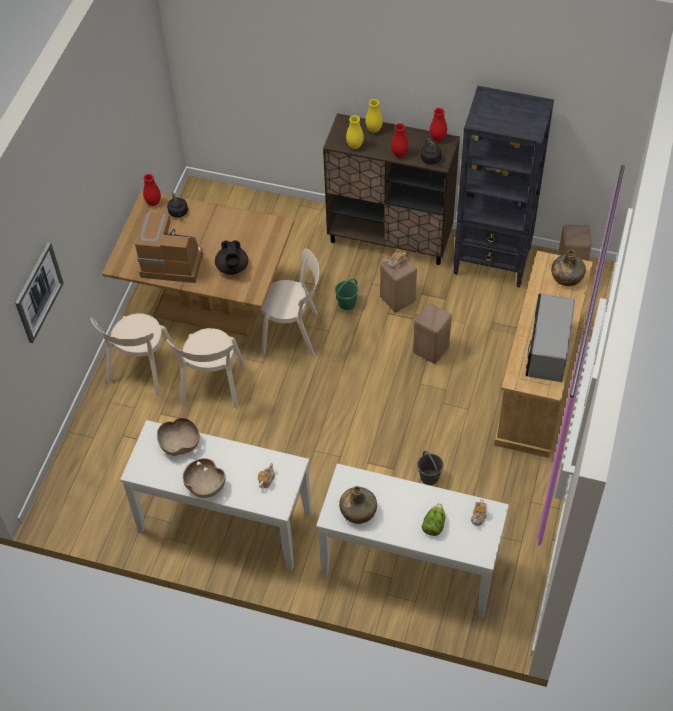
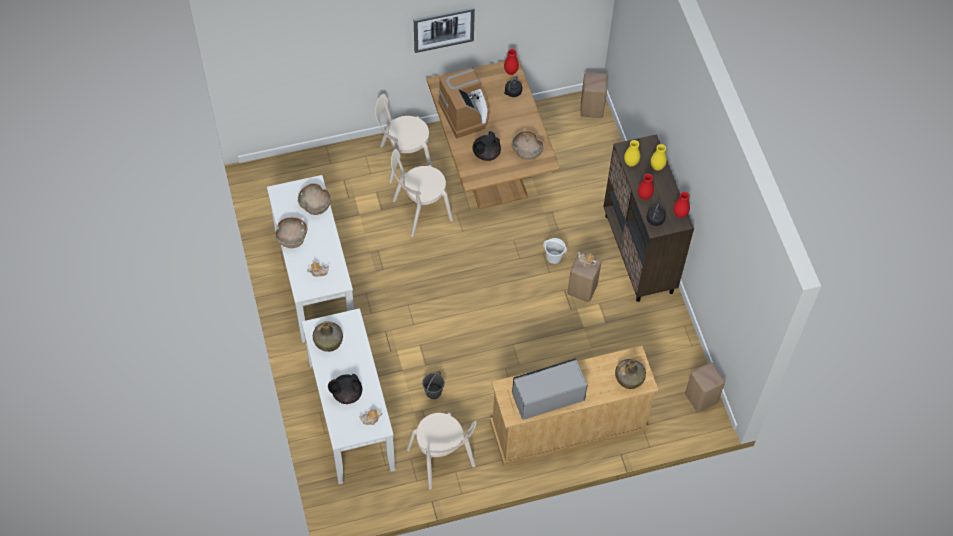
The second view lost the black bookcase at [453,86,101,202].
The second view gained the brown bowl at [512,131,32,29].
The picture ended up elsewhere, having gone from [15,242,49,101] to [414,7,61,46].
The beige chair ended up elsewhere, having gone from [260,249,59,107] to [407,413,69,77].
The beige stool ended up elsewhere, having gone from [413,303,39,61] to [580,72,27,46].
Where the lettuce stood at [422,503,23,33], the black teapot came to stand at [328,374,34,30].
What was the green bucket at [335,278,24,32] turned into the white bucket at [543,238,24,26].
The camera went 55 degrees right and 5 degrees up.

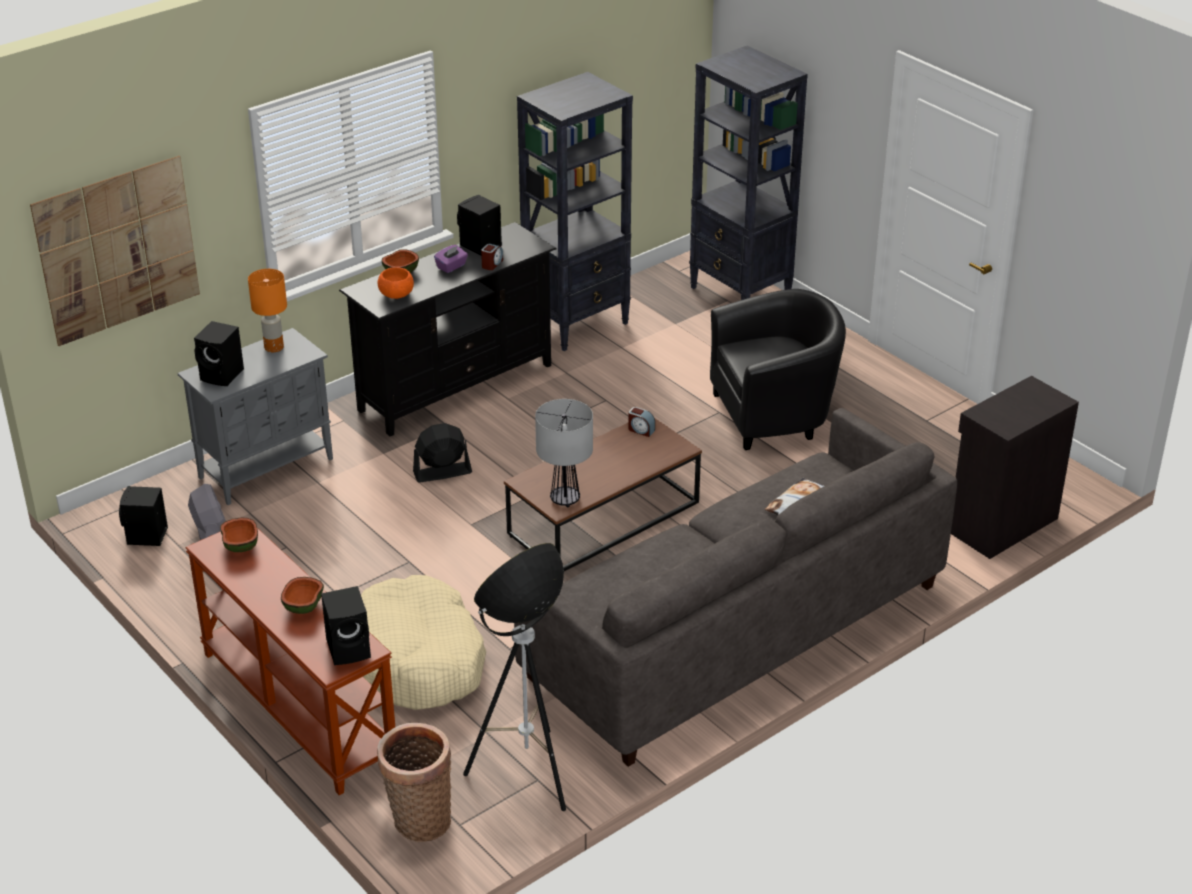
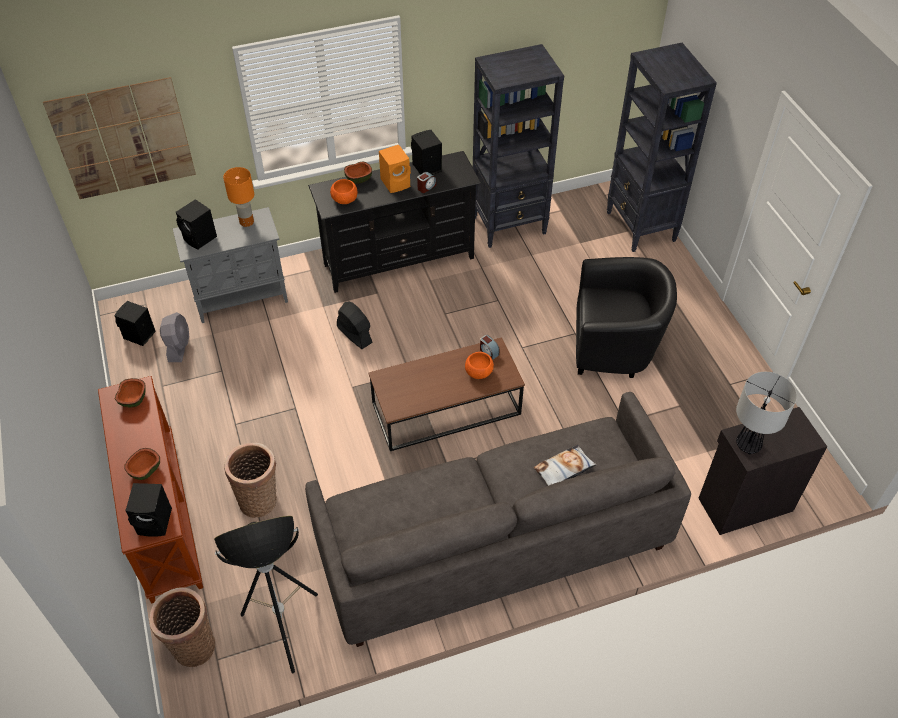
The second view gained the orange bowl at [465,352,29,27].
The table lamp ended up elsewhere, having gone from [535,399,58,108] to [736,372,61,82].
Where the beige dog bed stood at [361,575,125,135], the basket came to stand at [224,443,53,75].
Where the purple tissue box stood at [434,245,34,28], the orange speaker came to stand at [379,145,32,48].
The black fan at [413,423,59,59] ended up facing another way, 45 degrees clockwise from before.
The camera went 20 degrees right and 15 degrees up.

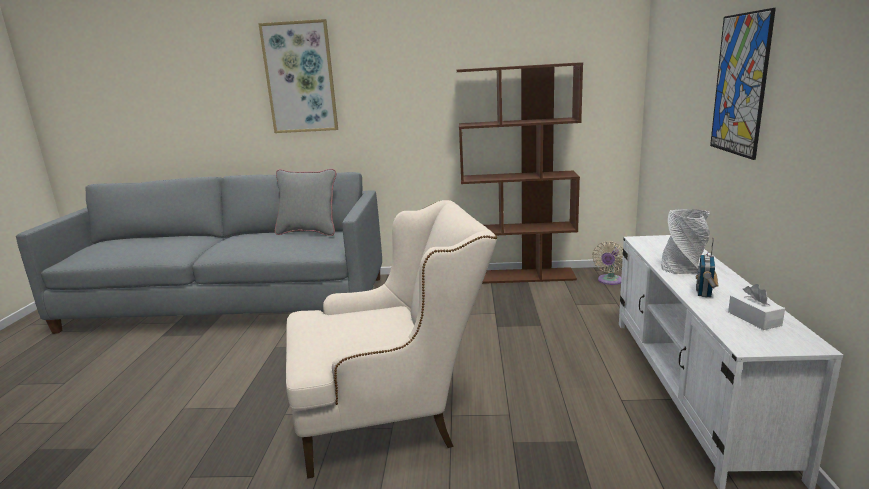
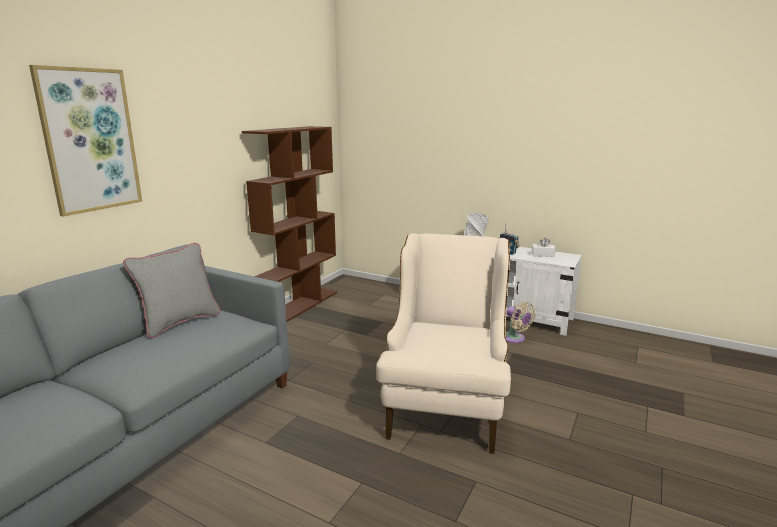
The second view lost the picture at [710,8,66,152].
The beige fan ended up elsewhere, having gone from [592,241,31,44] to [506,302,29,41].
The camera went 65 degrees left and 0 degrees up.

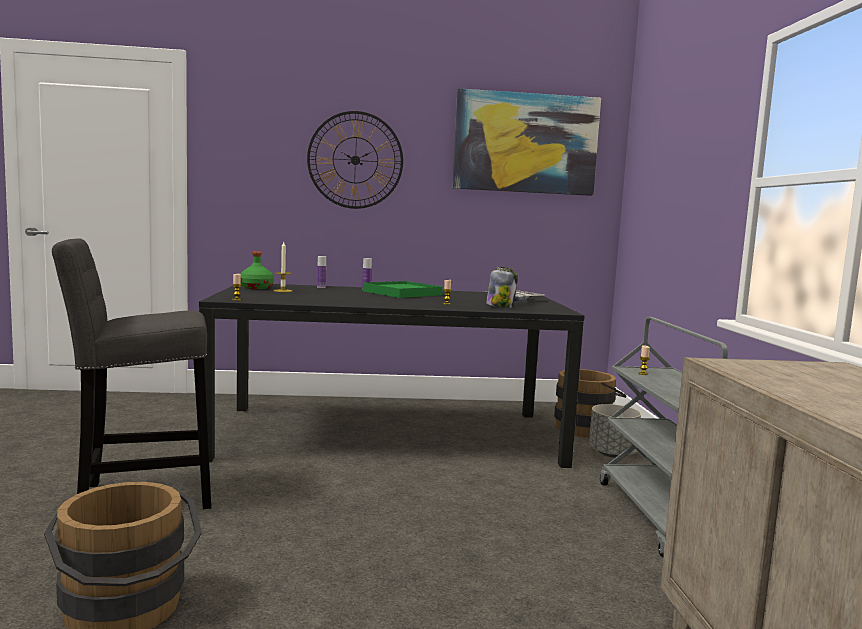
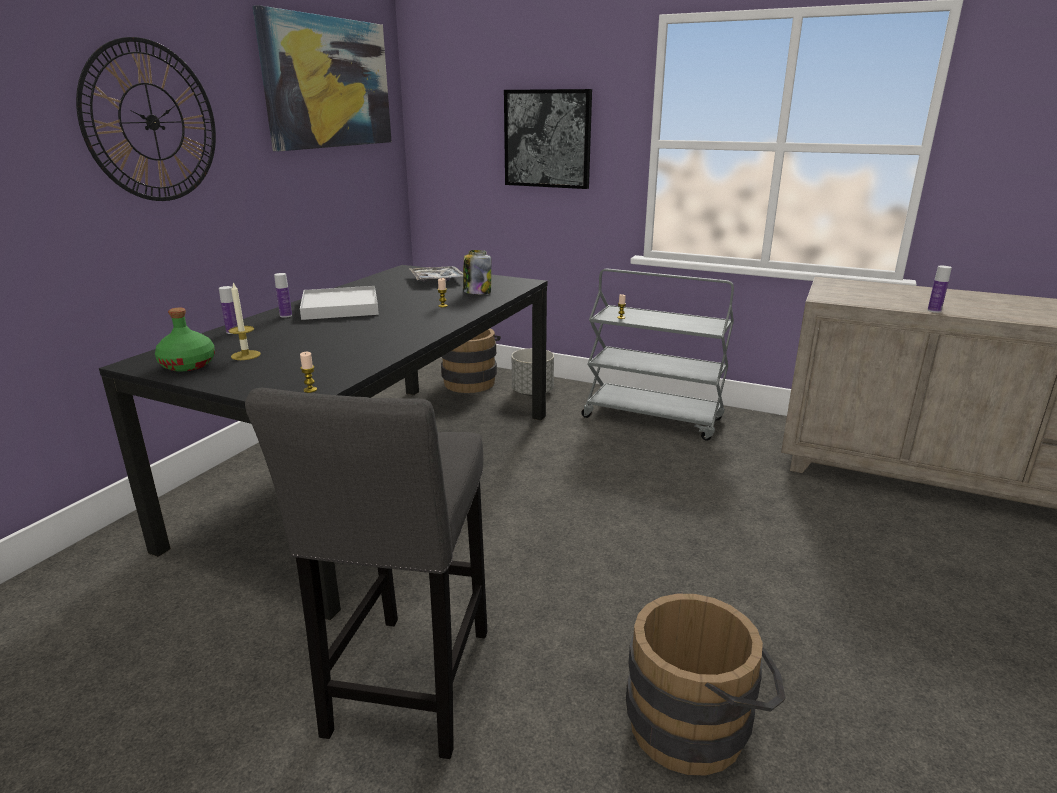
The second view gained the picture at [504,89,88,100].
The second view gained the bottle at [928,266,24,47].
What was the green tray at [363,281,80,17] turned into the white tray at [300,286,79,34].
The camera went 60 degrees left and 15 degrees up.

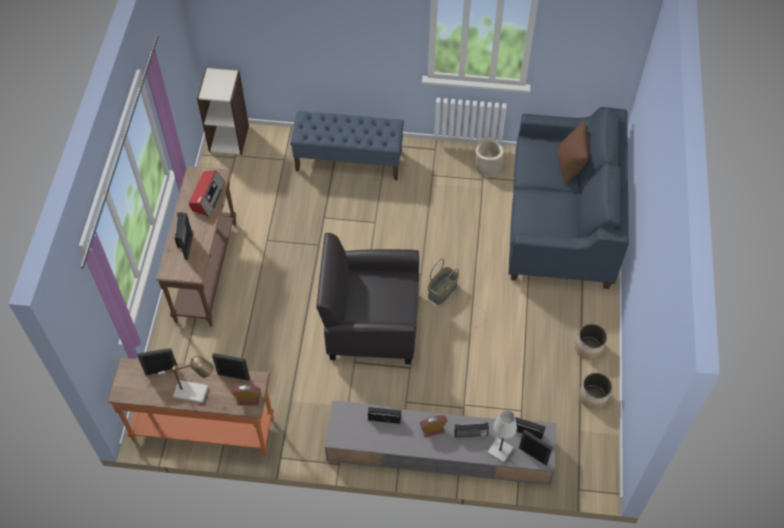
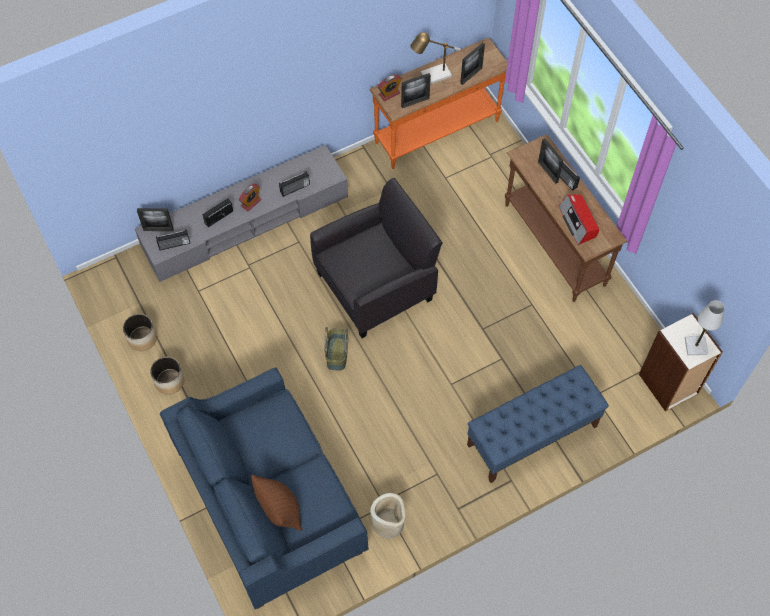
The white table lamp ended up elsewhere, having gone from [487,410,30,53] to [685,300,40,55].
The camera went 145 degrees right and 5 degrees up.

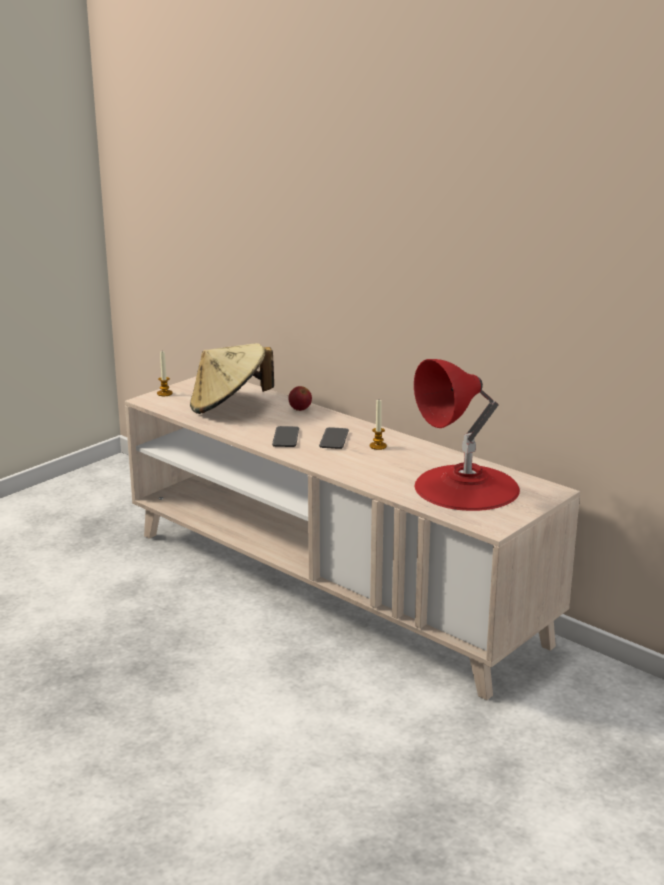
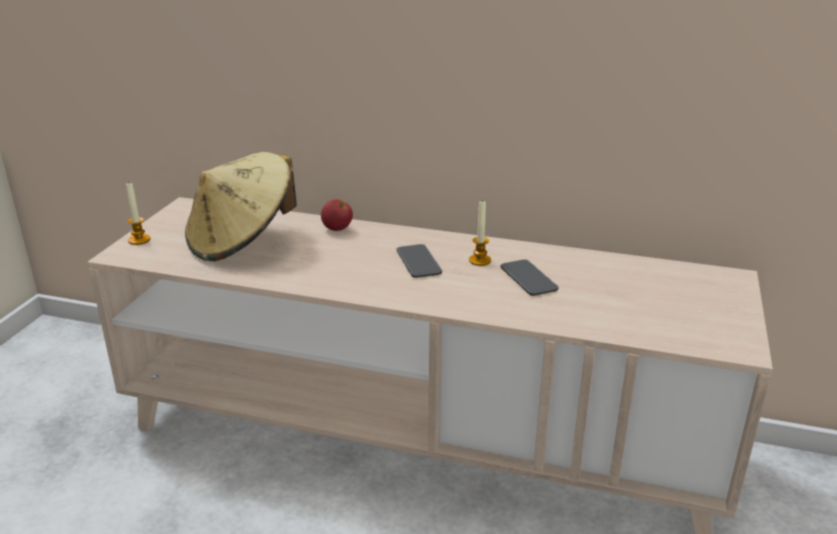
The second view lost the red table lamp at [414,359,106,152].
The phone ended up elsewhere, having gone from [272,426,27,21] to [501,259,58,37].
The camera went 25 degrees left and 5 degrees up.

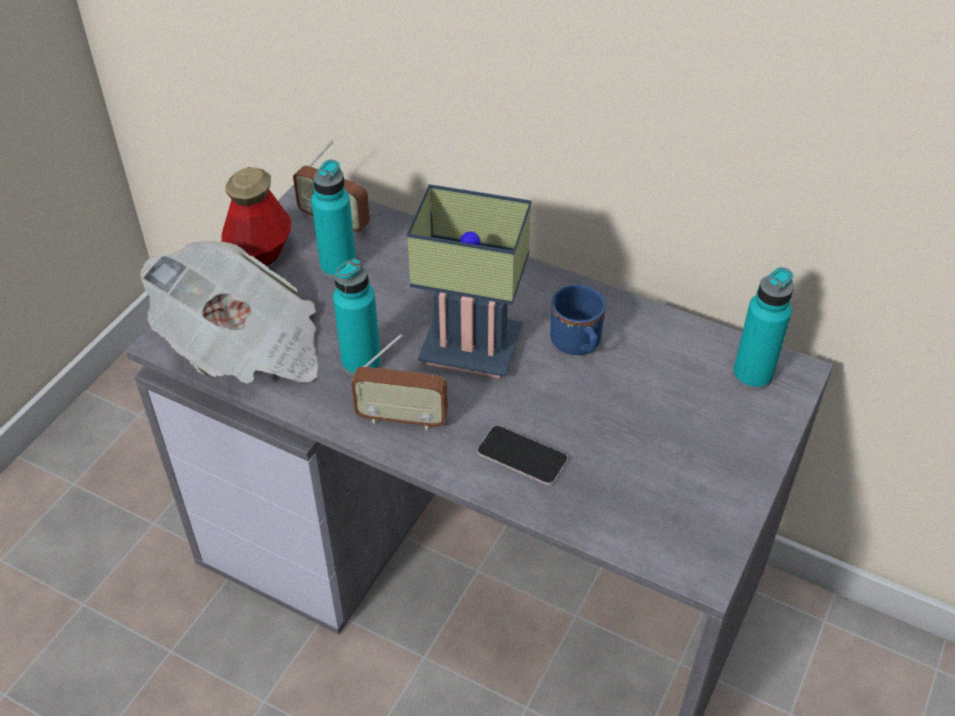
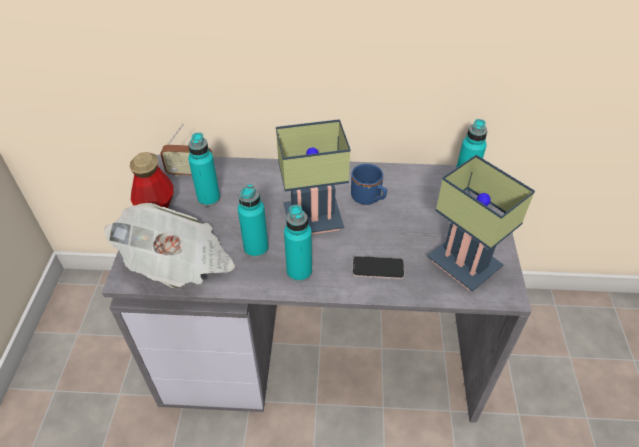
The second view gained the table lamp at [427,155,108,137].
Where the radio stood at [351,334,97,97], the turquoise bottle came to stand at [284,205,28,77].
The camera went 25 degrees left and 0 degrees up.

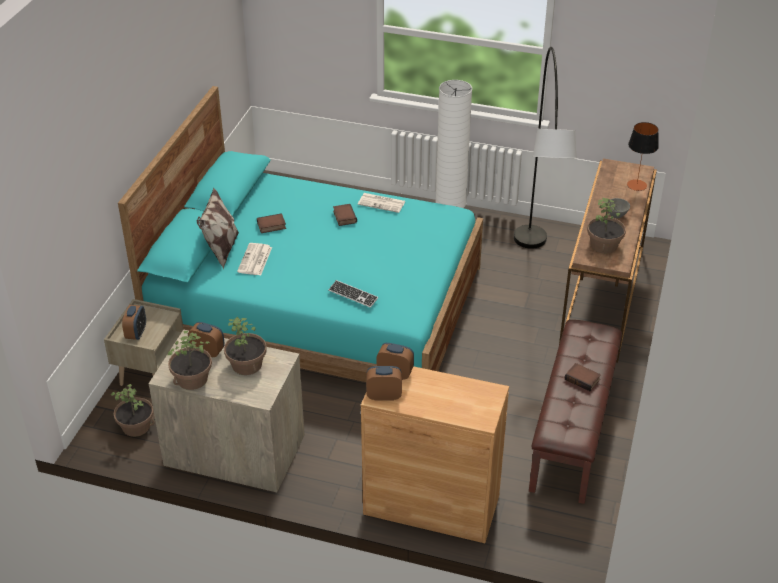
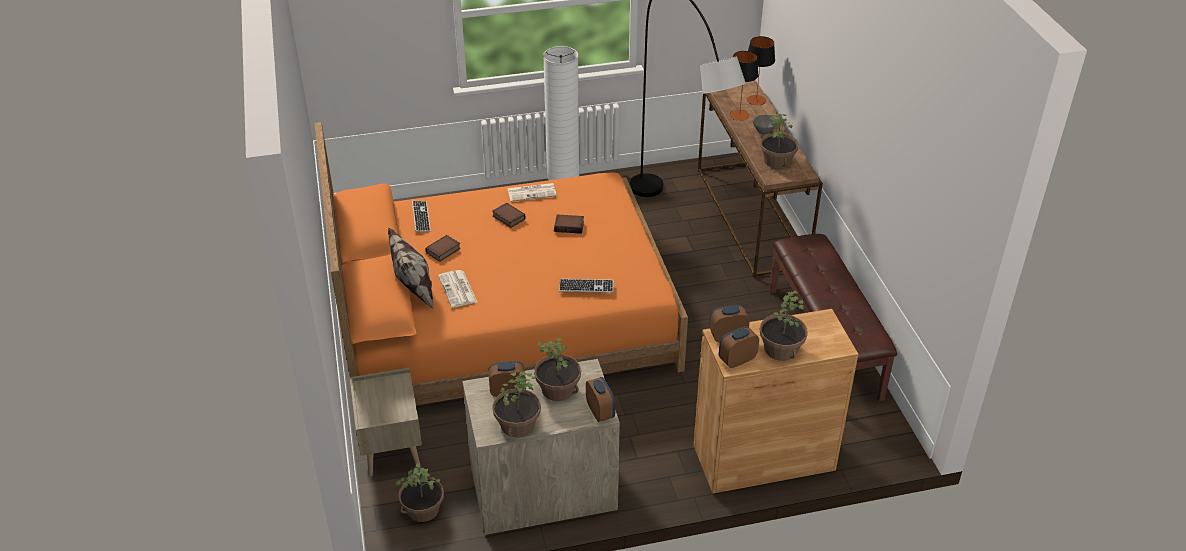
The second view gained the keyboard at [412,201,18,31].
The second view gained the table lamp at [730,51,29,70].
The second view gained the potted plant at [760,290,48,71].
The alarm clock ended up elsewhere, having gone from [122,305,24,35] to [586,377,29,45].
The book ended up elsewhere, having gone from [565,363,36,28] to [554,214,30,20].
What was the turquoise bed at [118,86,365,296] turned into the orange bed at [314,122,374,283].
The camera went 30 degrees left and 0 degrees up.

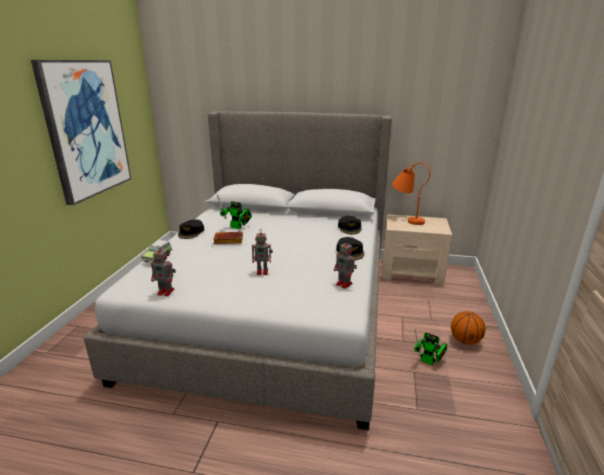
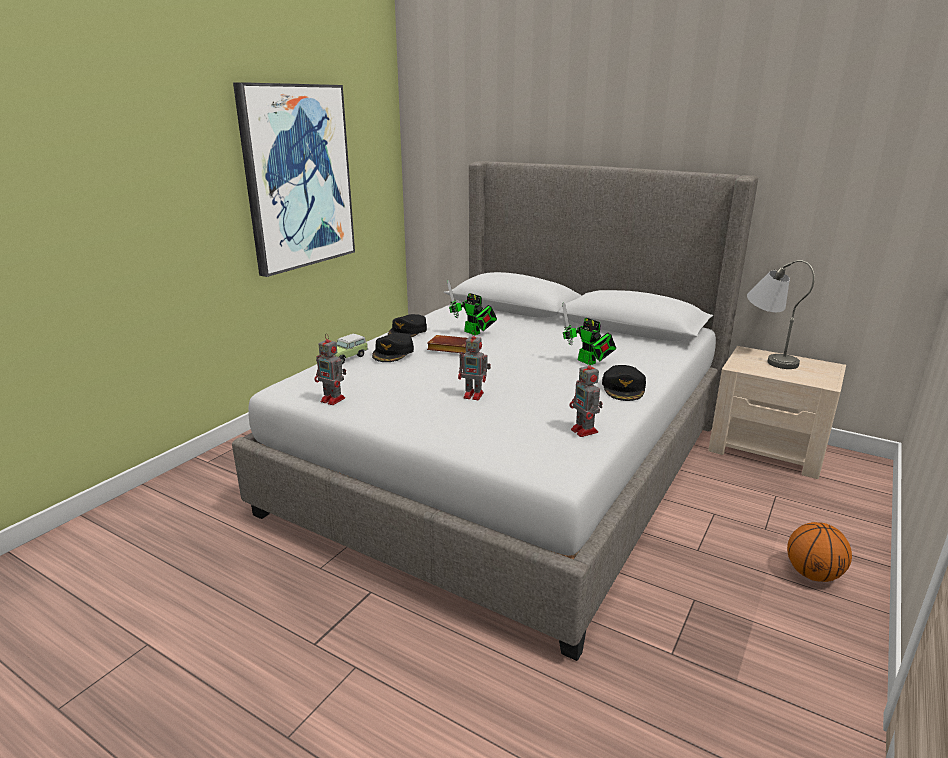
The black cap ended up elsewhere, having gone from [338,216,23,18] to [372,333,42,29].
The toy robot ended up elsewhere, having gone from [414,329,33,36] to [562,302,54,63].
What was the orange table lamp at [392,162,38,63] turned into the grey table lamp at [747,260,68,109].
The camera went 20 degrees right and 0 degrees up.

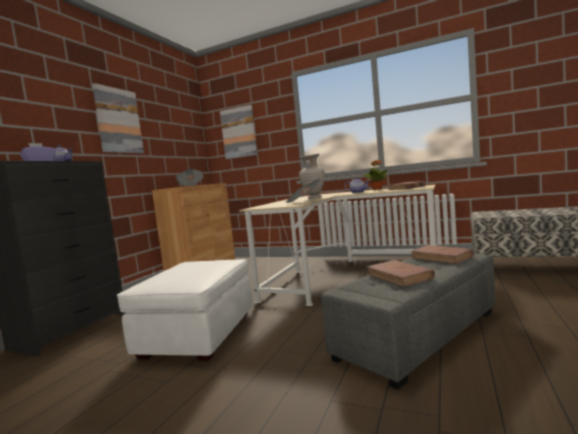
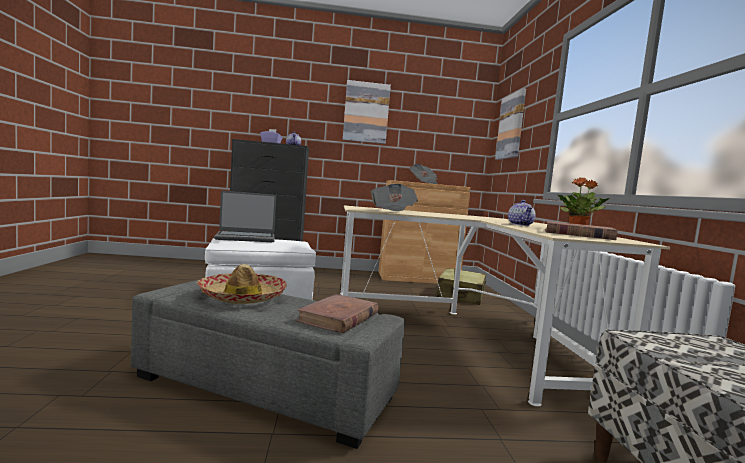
The second view lost the beige vase at [299,154,26,45].
The second view gained the laptop at [214,191,62,51].
The second view gained the beige suitcase at [436,268,50,37].
Where the brown book stood at [366,260,69,27], the hat came to stand at [196,264,91,40].
The camera went 60 degrees right and 0 degrees up.

